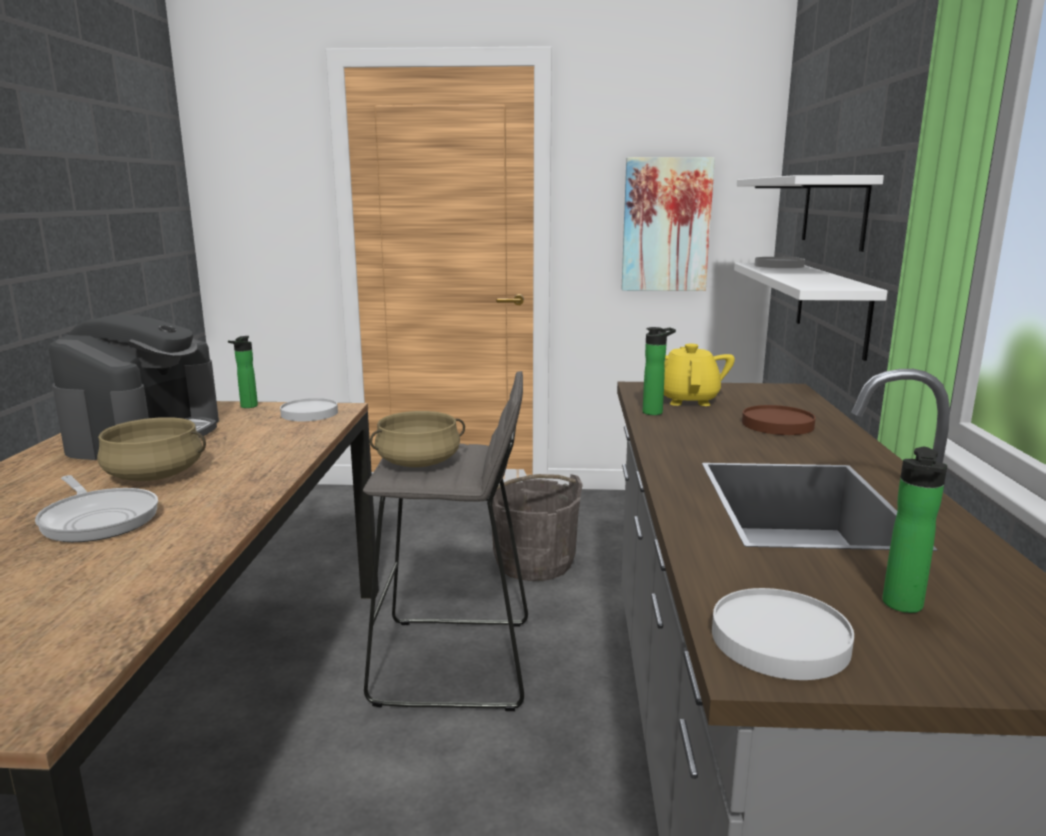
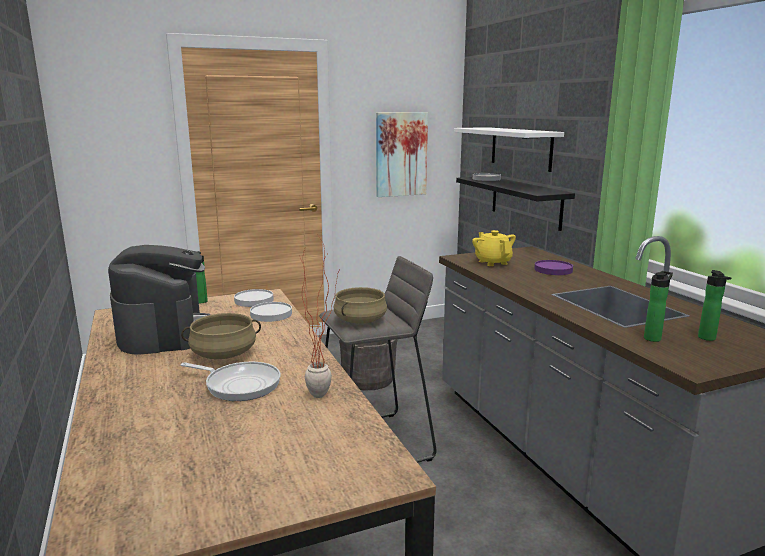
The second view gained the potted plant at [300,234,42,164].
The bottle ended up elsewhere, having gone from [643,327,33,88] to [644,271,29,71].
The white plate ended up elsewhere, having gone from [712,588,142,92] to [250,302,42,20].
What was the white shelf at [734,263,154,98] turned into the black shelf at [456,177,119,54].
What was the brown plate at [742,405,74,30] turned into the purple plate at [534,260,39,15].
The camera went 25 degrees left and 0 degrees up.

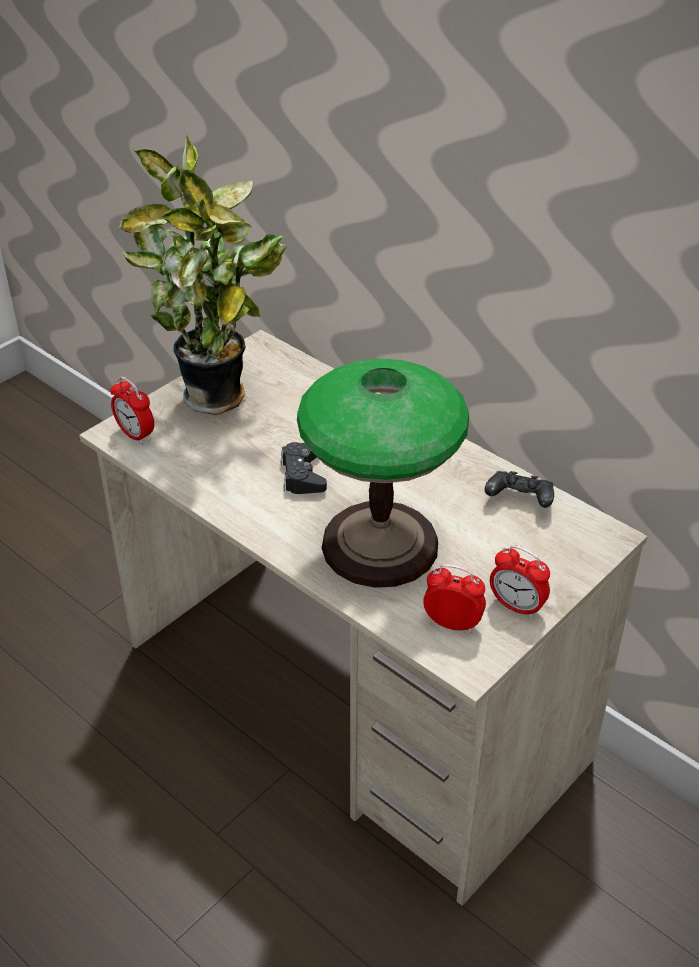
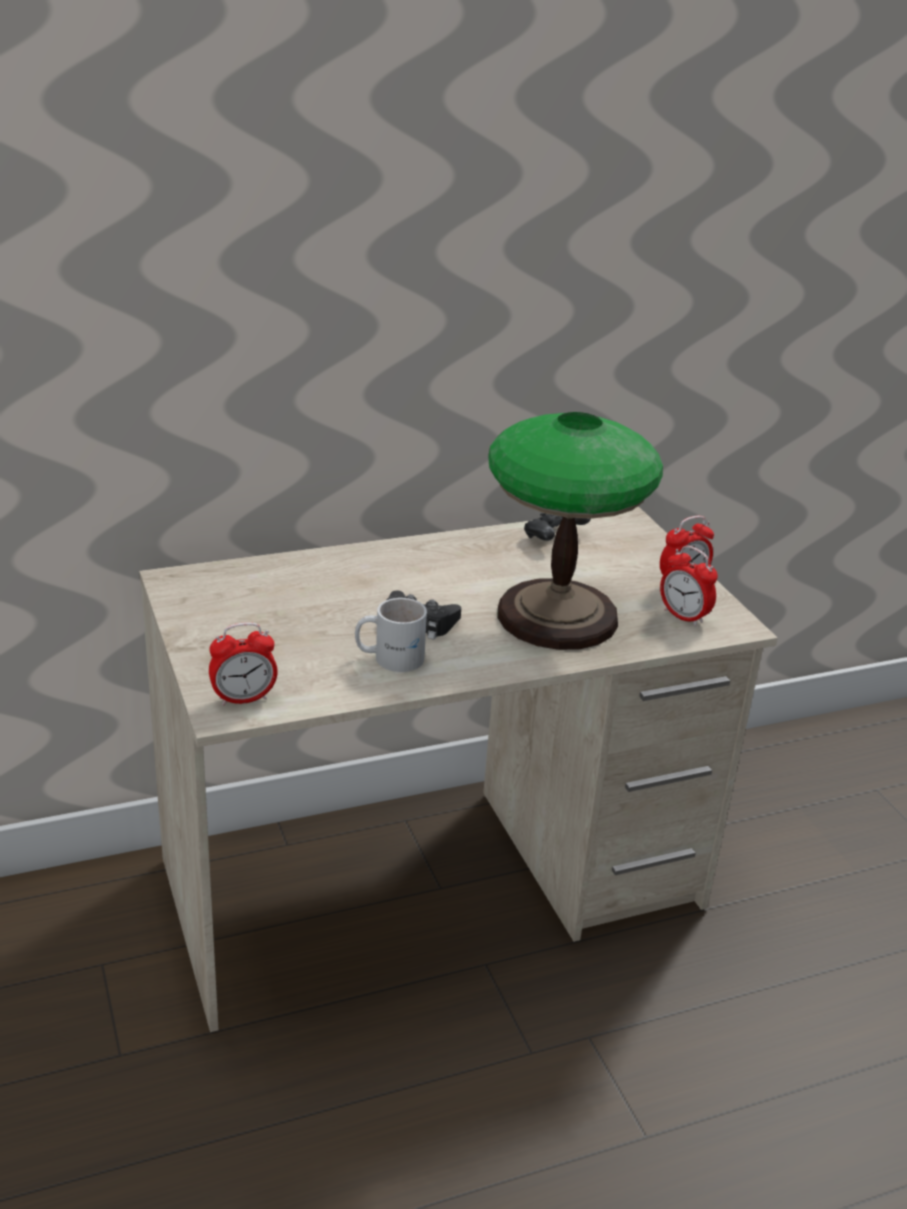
The second view lost the potted plant at [119,135,168,280].
The second view gained the white mug at [355,598,72,74].
The alarm clock at [423,564,63,70] ended up facing another way, 90 degrees counterclockwise from before.
The camera went 65 degrees left and 10 degrees down.

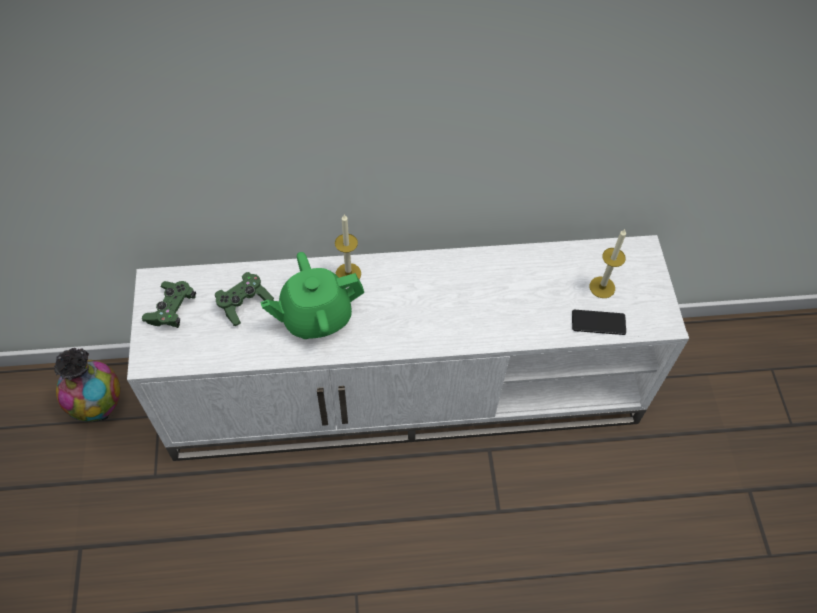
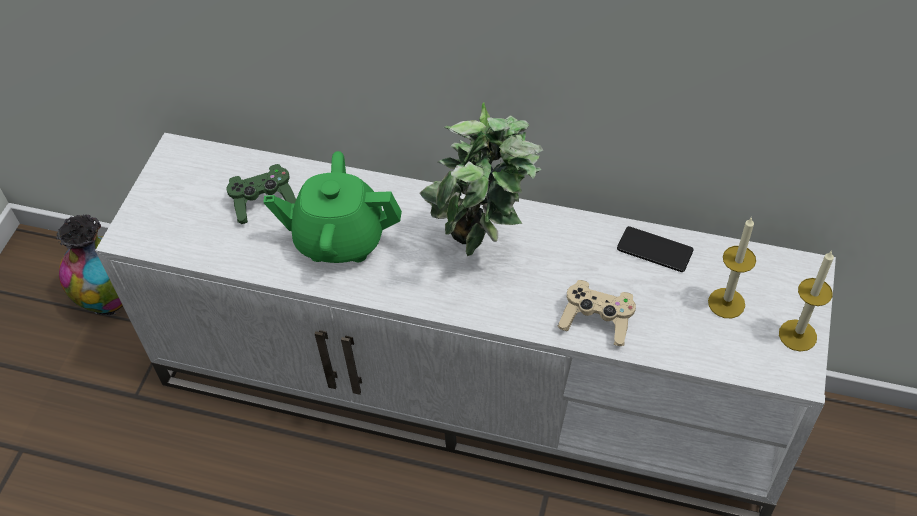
The second view lost the green game controller at [142,281,54,47].
The second view gained the potted plant at [420,102,123,154].
The second view gained the beige game controller at [558,280,78,66].
The candle ended up elsewhere, having gone from [335,215,26,64] to [779,251,55,100].
The phone ended up elsewhere, having gone from [572,310,54,25] to [617,226,76,46].
The camera went 25 degrees right and 5 degrees down.

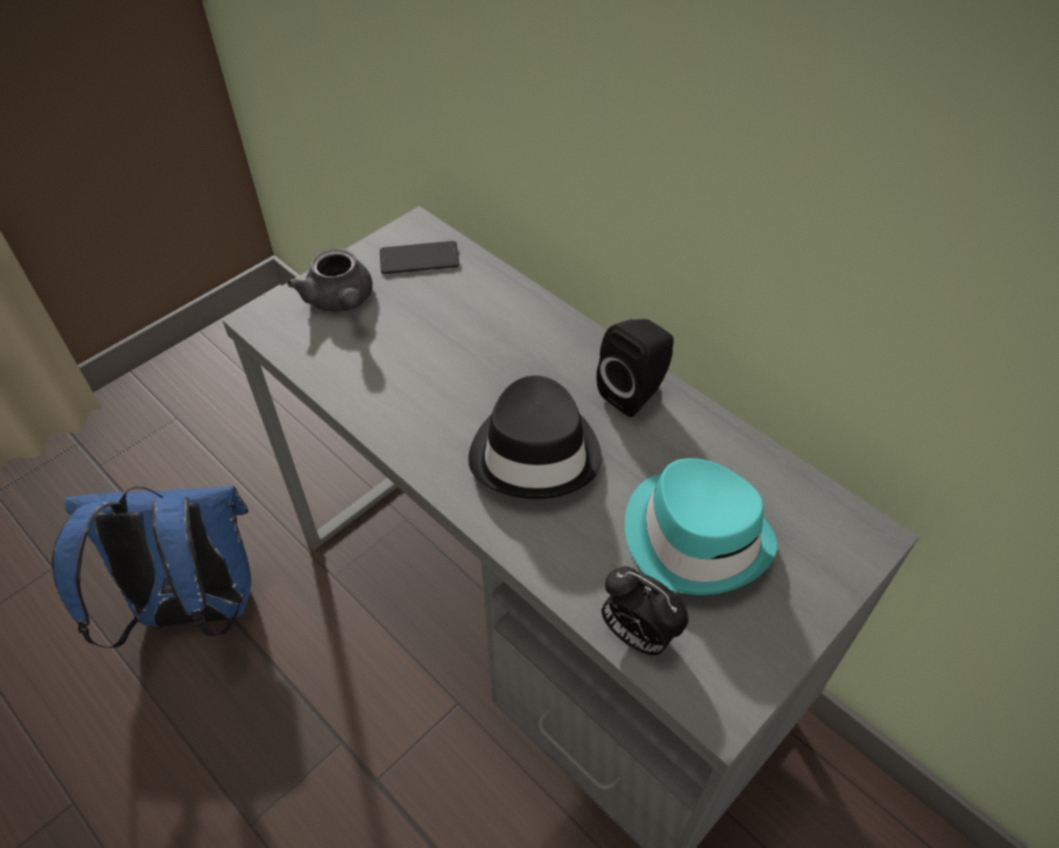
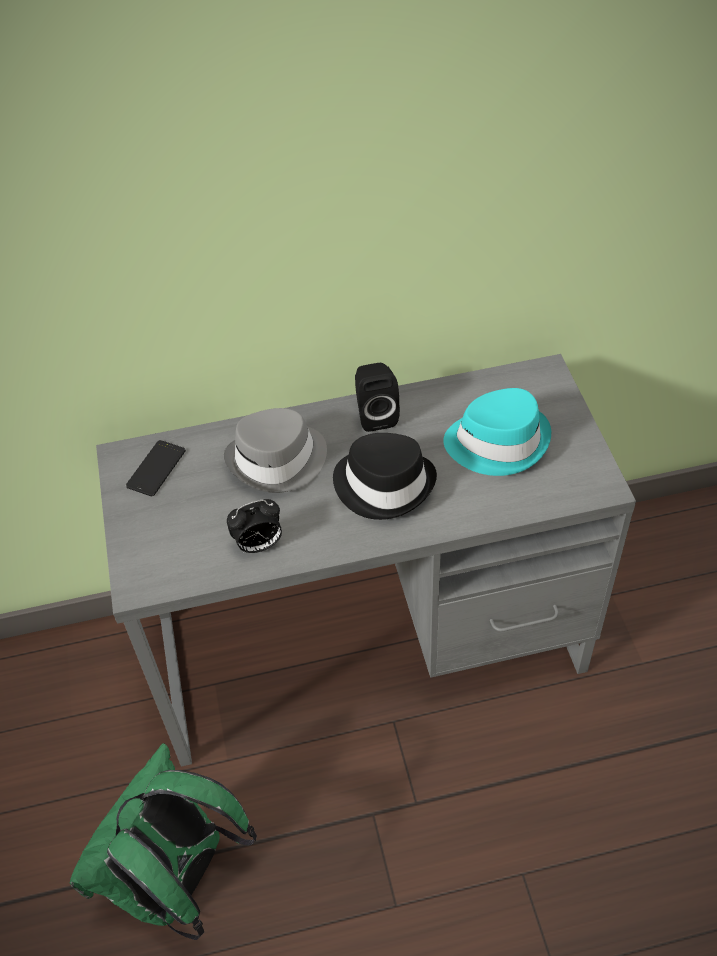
The second view lost the grey teapot at [287,248,86,64].
The second view gained the grey hat at [224,408,103,85].
The alarm clock ended up elsewhere, having gone from [602,566,87,89] to [227,499,55,54].
What was the blue backpack at [52,486,199,162] turned into the green backpack at [70,743,187,197].
The camera went 55 degrees left and 0 degrees up.

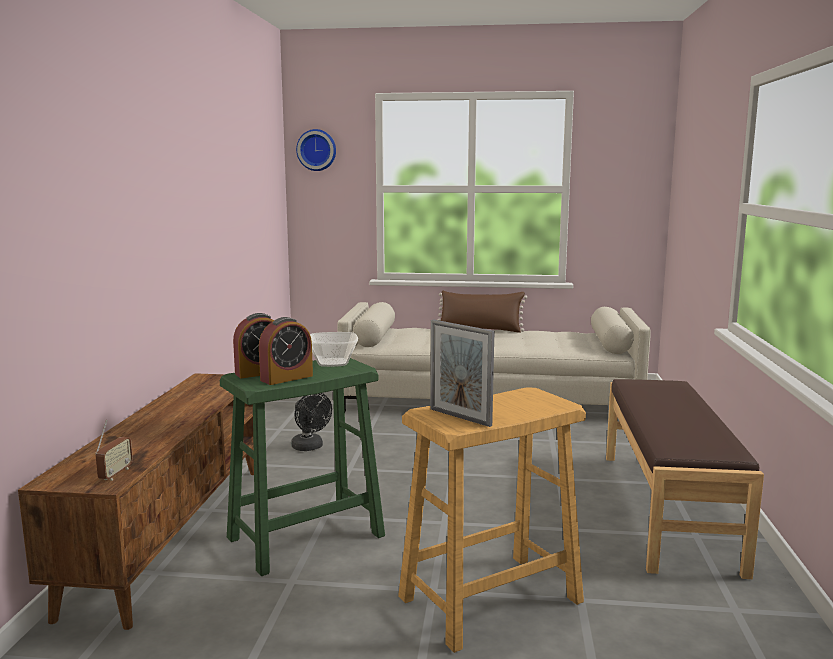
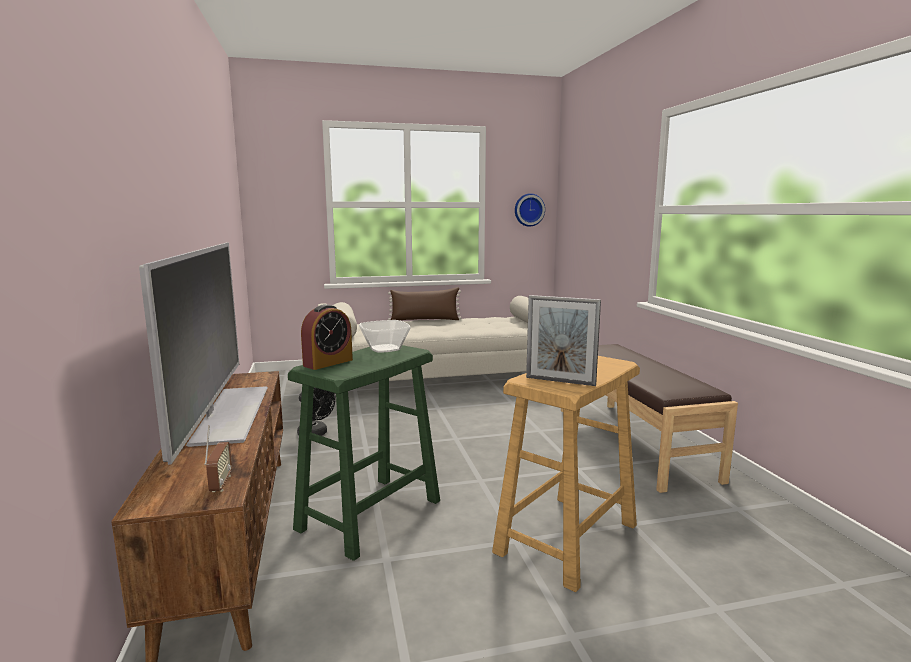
The second view lost the alarm clock at [259,317,54,68].
The second view gained the television at [139,242,129,223].
The wall clock ended up elsewhere, having gone from [296,129,40,42] to [515,193,30,34].
The camera went 20 degrees left and 0 degrees up.

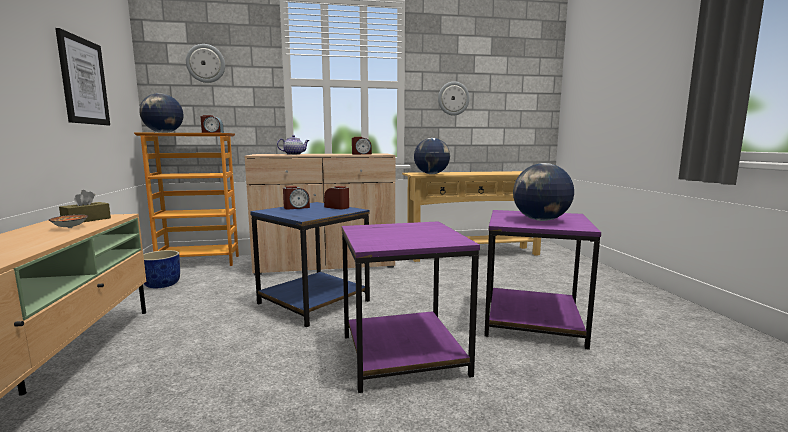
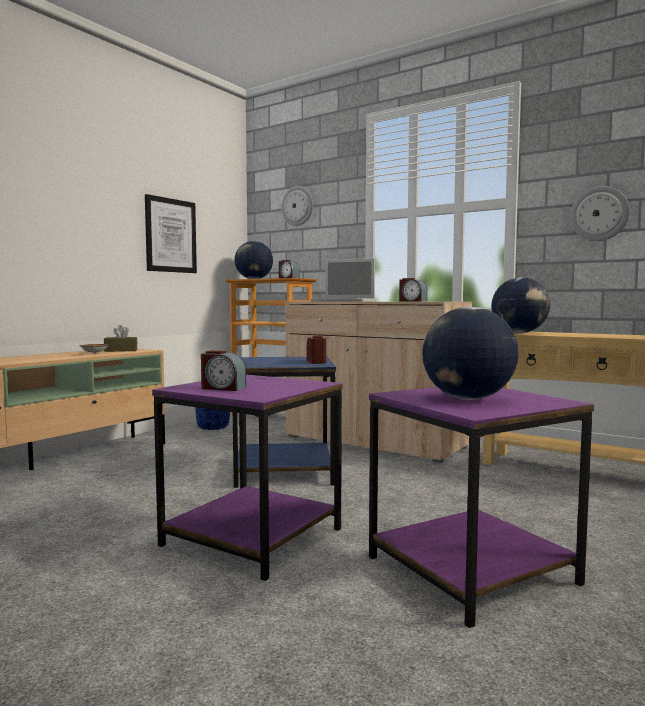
The alarm clock ended up elsewhere, having gone from [283,186,27,24] to [201,351,45,40].
Where the teapot stood at [277,135,32,20], the laptop came to stand at [311,258,64,43].
The camera went 45 degrees right and 5 degrees down.

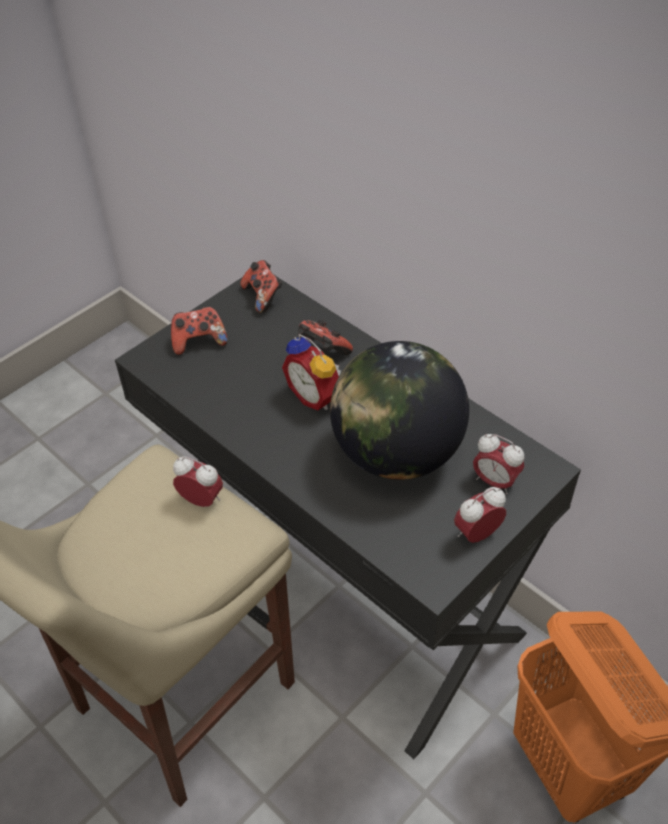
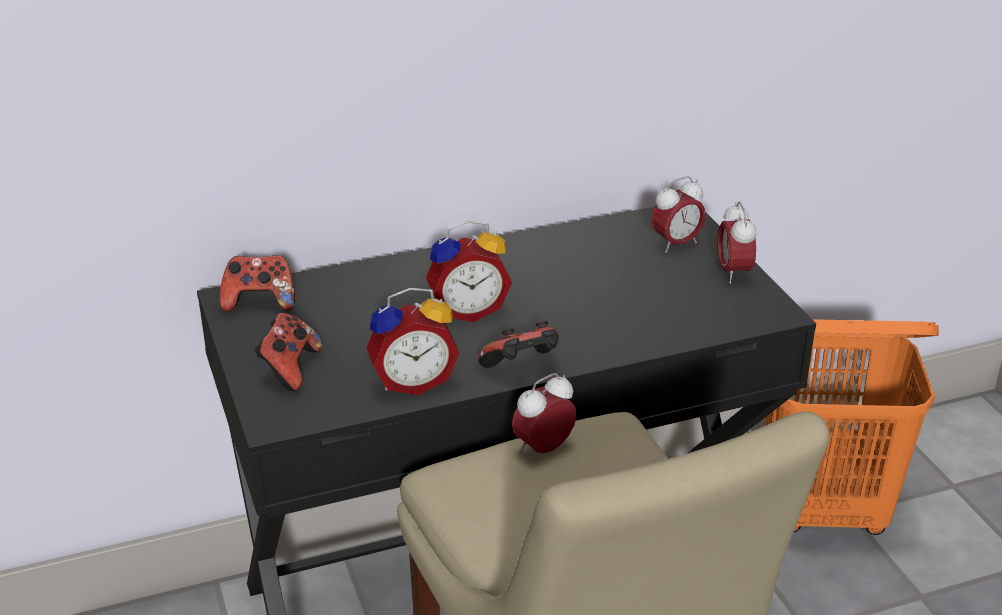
The second view lost the globe at [330,341,139,139].
The second view gained the alarm clock at [367,288,92,107].
The game controller ended up elsewhere, having gone from [298,320,55,35] to [478,321,80,47].
The camera went 65 degrees left and 15 degrees down.

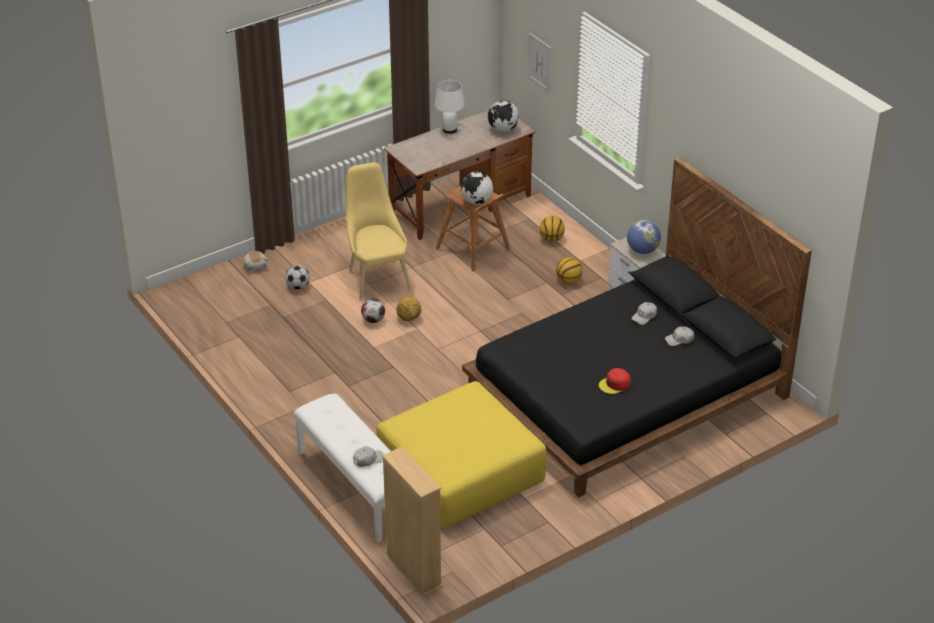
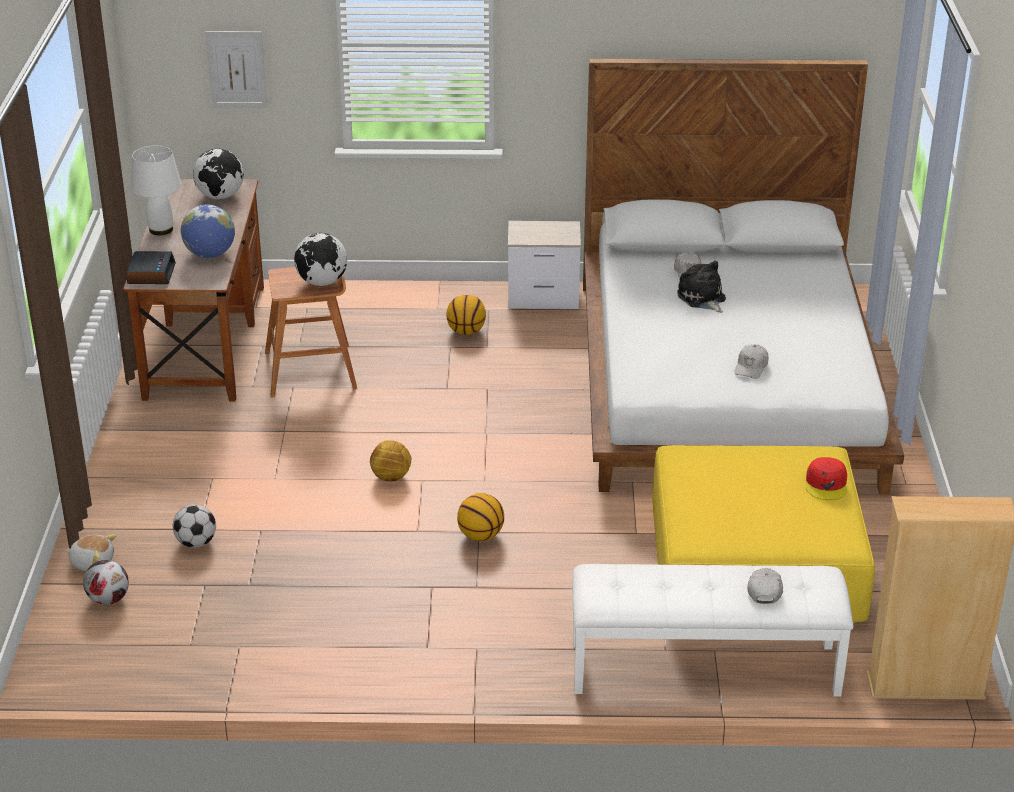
The second view lost the yellow chair at [346,162,65,138].
The second view gained the alarm clock at [126,251,50,33].
The second view gained the plush toy at [677,261,49,52].
The football ended up elsewhere, having gone from [361,298,24,25] to [83,560,46,45].
The basketball ended up elsewhere, having gone from [539,216,26,26] to [457,493,47,48].
The red cap ended up elsewhere, having gone from [599,368,32,26] to [806,457,41,43].
The globe ended up elsewhere, having gone from [627,220,34,34] to [181,204,54,54].
The white cap ended up elsewhere, having gone from [665,326,30,20] to [734,344,35,35].
What was the black bed at [462,157,350,340] turned into the white bed at [583,58,321,436].
The camera went 55 degrees left and 5 degrees down.

